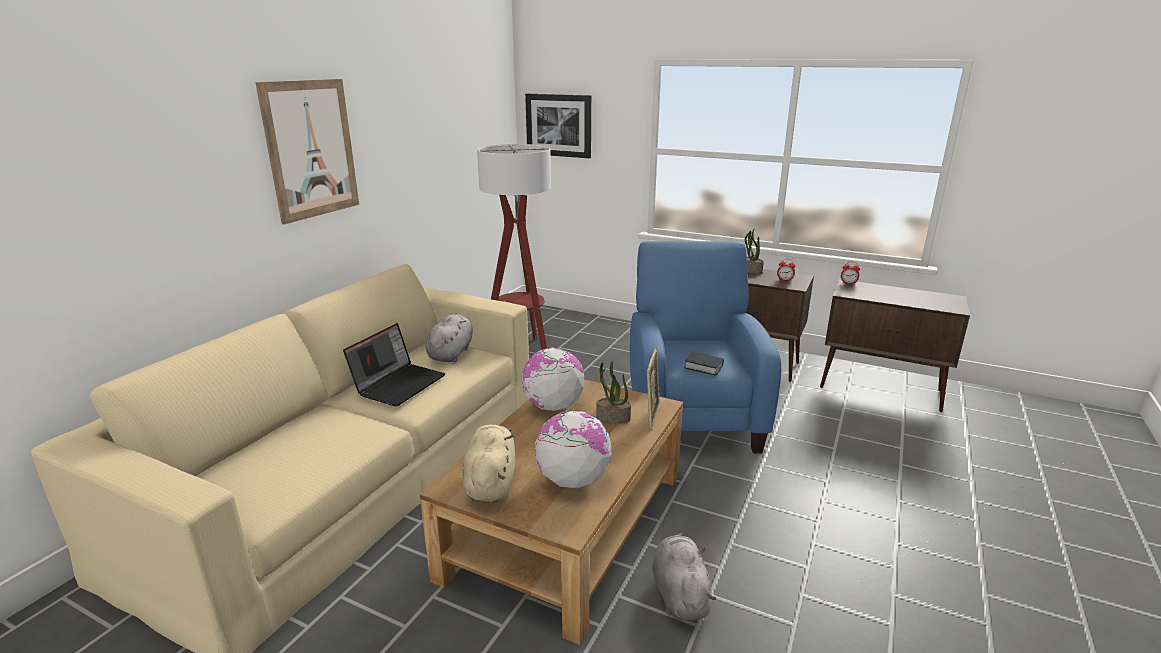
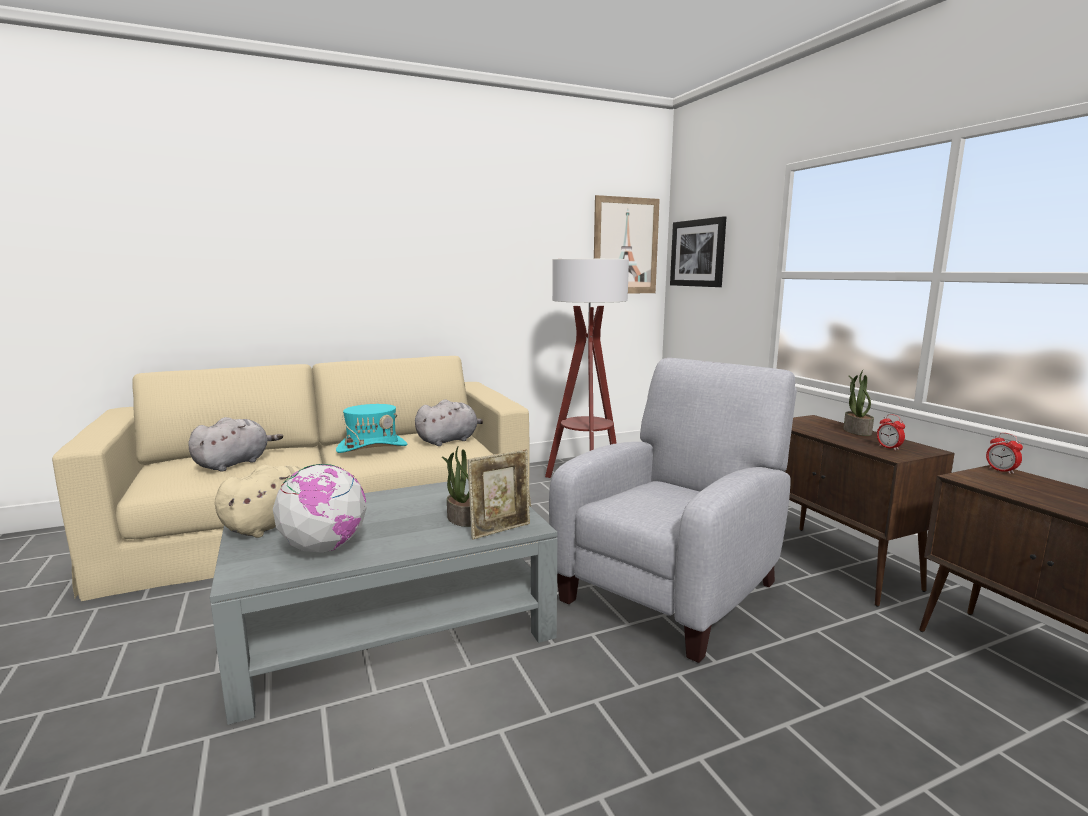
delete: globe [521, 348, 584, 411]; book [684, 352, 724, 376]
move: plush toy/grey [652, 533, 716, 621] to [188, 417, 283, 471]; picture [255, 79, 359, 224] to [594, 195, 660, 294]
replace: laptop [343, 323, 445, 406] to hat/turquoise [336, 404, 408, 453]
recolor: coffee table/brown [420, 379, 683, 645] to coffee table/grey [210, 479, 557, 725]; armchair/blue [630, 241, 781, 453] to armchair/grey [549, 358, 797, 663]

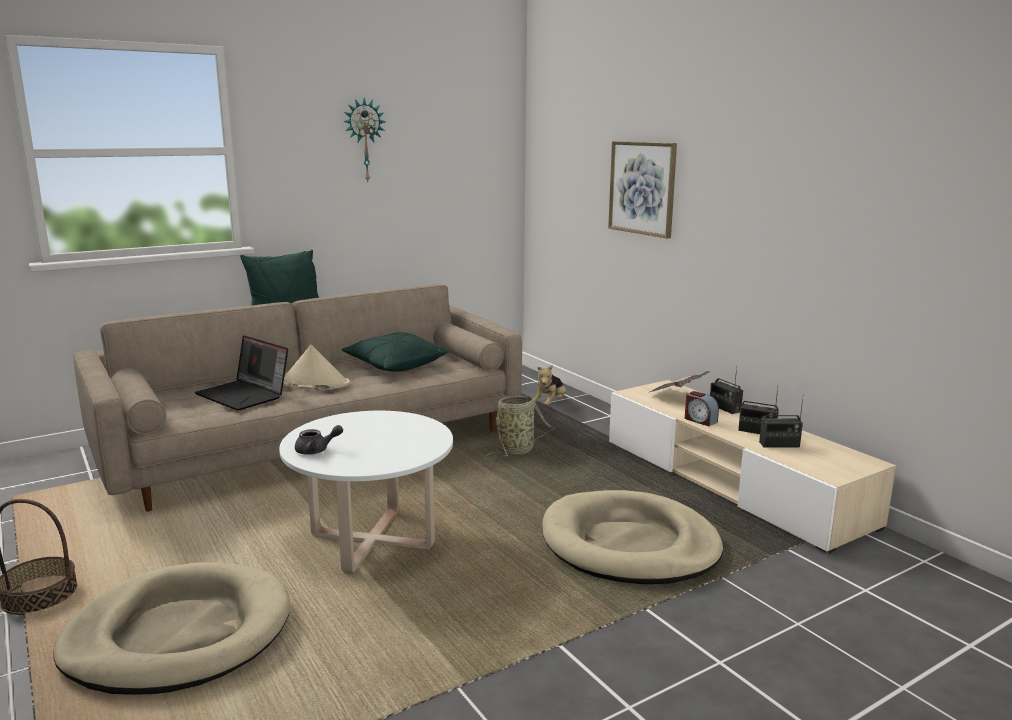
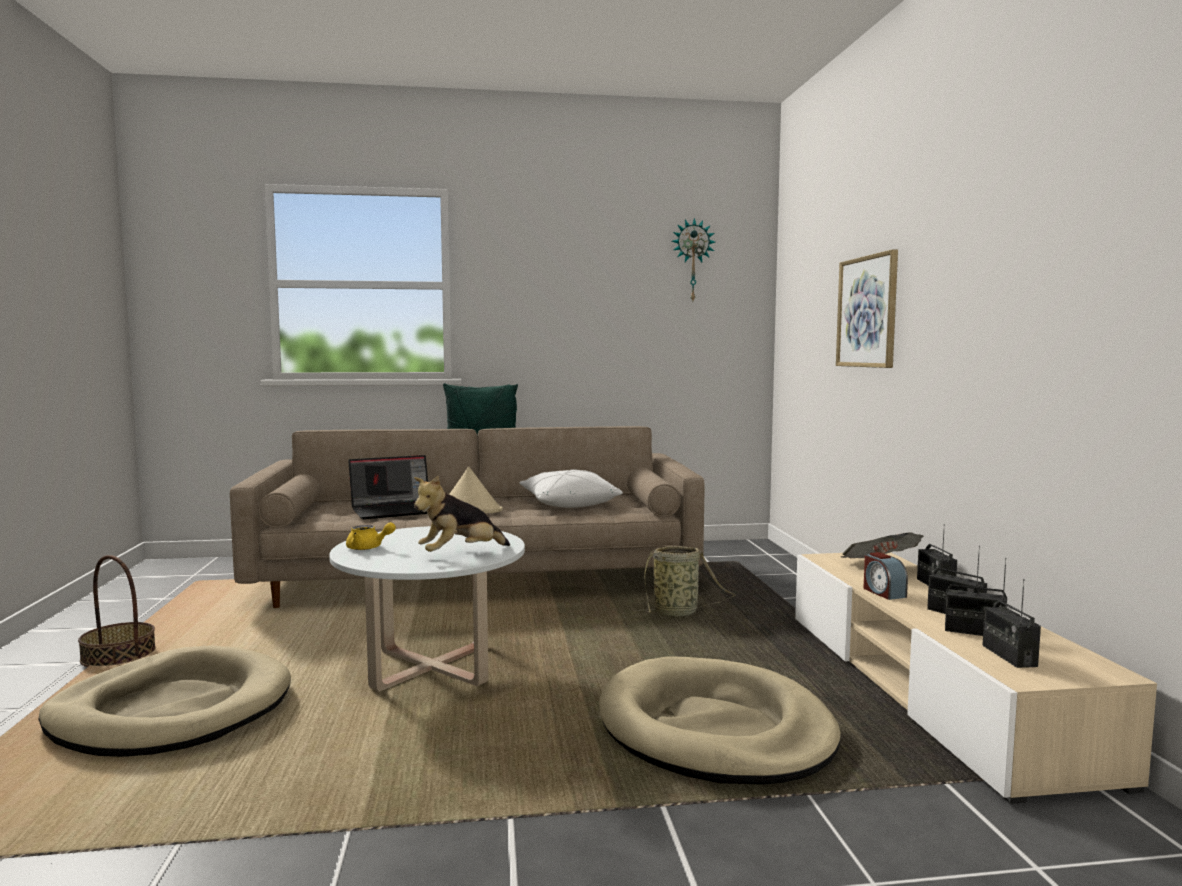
insert: radio [983, 579, 1041, 668]
move: plush toy [534, 365, 566, 406] to [414, 476, 510, 552]; wall clock [343, 98, 386, 183] to [672, 218, 715, 301]
recolor: teapot/grey [295, 425, 343, 455] to teapot/yellow [346, 522, 396, 550]; pillow/green [342, 332, 448, 372] to pillow/white [520, 470, 623, 508]
rotate: laptop [195, 335, 288, 411] = [348, 455, 428, 520] 90 degrees counterclockwise

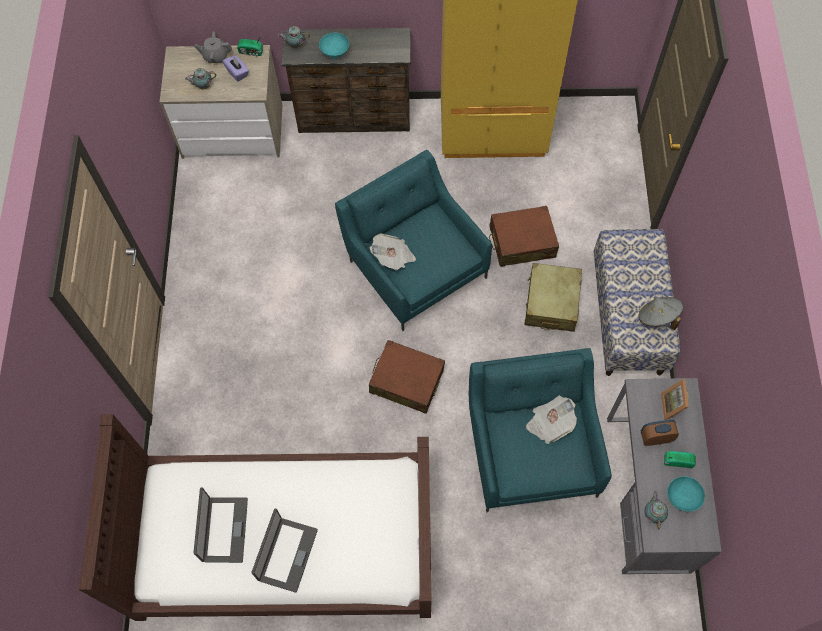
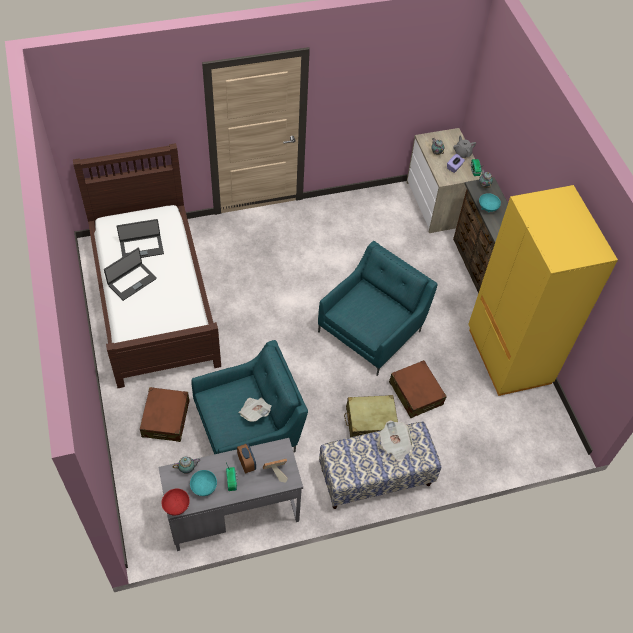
delete: hat/grey [638, 297, 683, 330]
insert: bowl/red [162, 488, 190, 516]
move: suitcase/brown [369, 340, 445, 414] to [140, 387, 190, 442]; newspaper [370, 233, 416, 270] to [380, 420, 413, 462]
rotate: laptop [252, 509, 318, 593] = [104, 248, 157, 301] 45 degrees counterclockwise

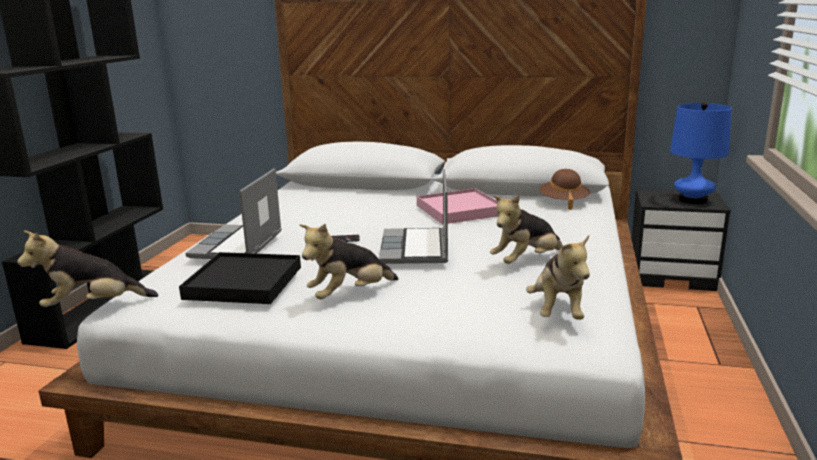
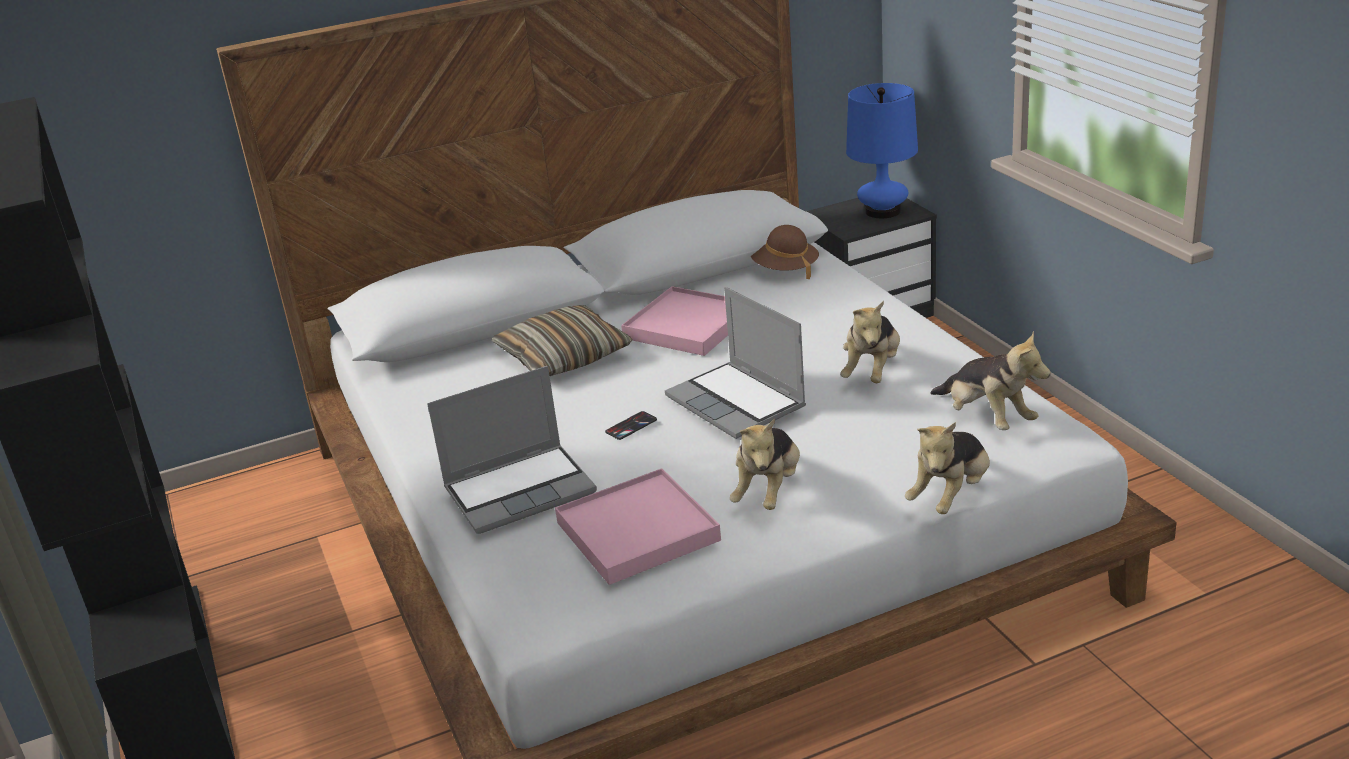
insert: pillow [491, 305, 632, 376]
move: plush toy [17, 230, 158, 307] to [905, 422, 990, 514]
recolor: tray/black [179, 252, 301, 304] to tray/pink [555, 468, 721, 585]
rotate: laptop [185, 168, 282, 259] = [427, 366, 597, 534] 90 degrees counterclockwise

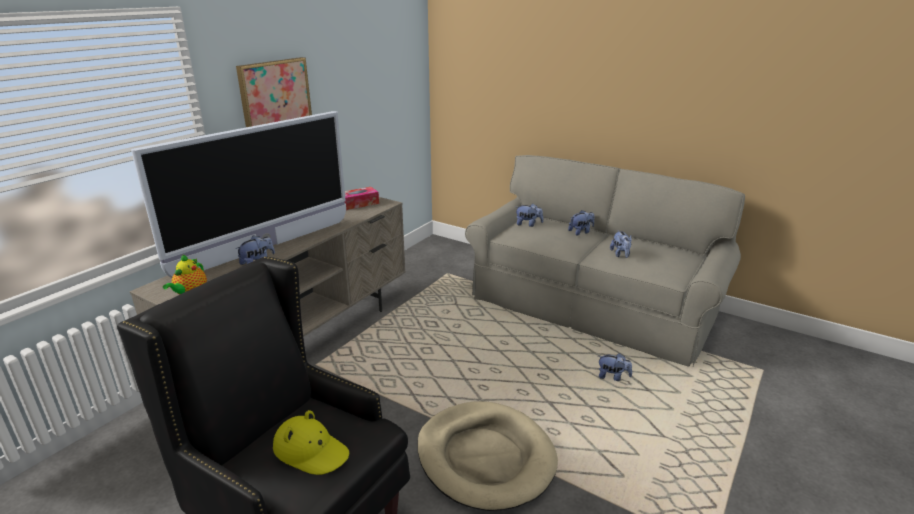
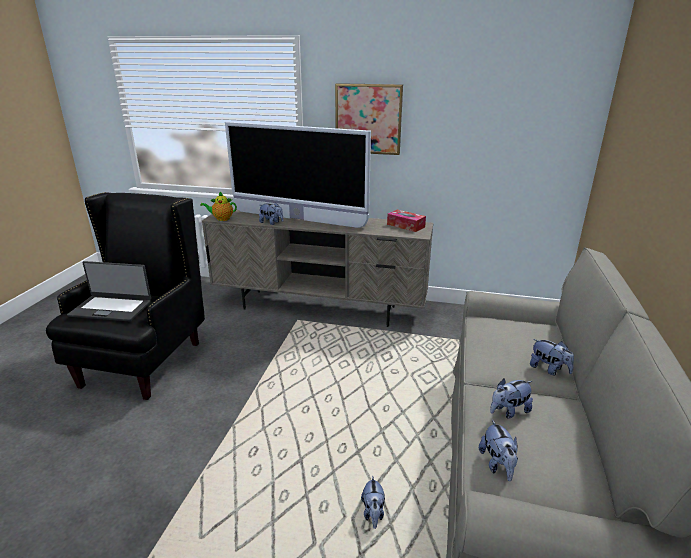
delete: dog bed/beige [417, 401, 558, 511]
move: plush toy [516, 204, 543, 227] to [479, 420, 518, 481]
replace: hat/yellow [273, 410, 349, 475] to laptop [67, 261, 151, 321]

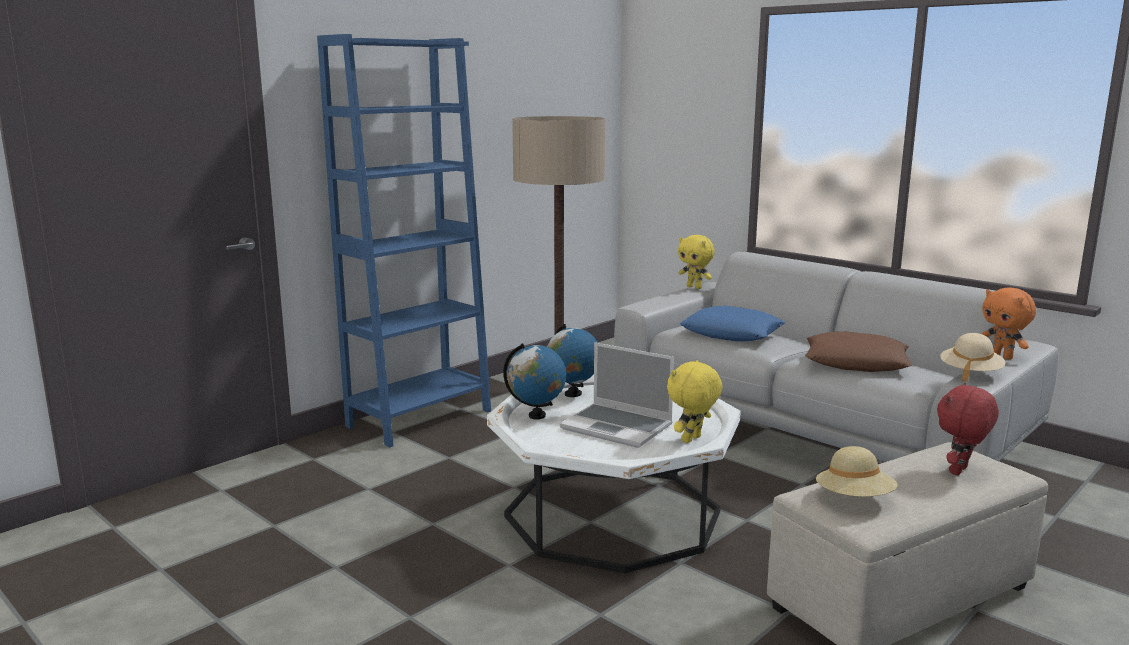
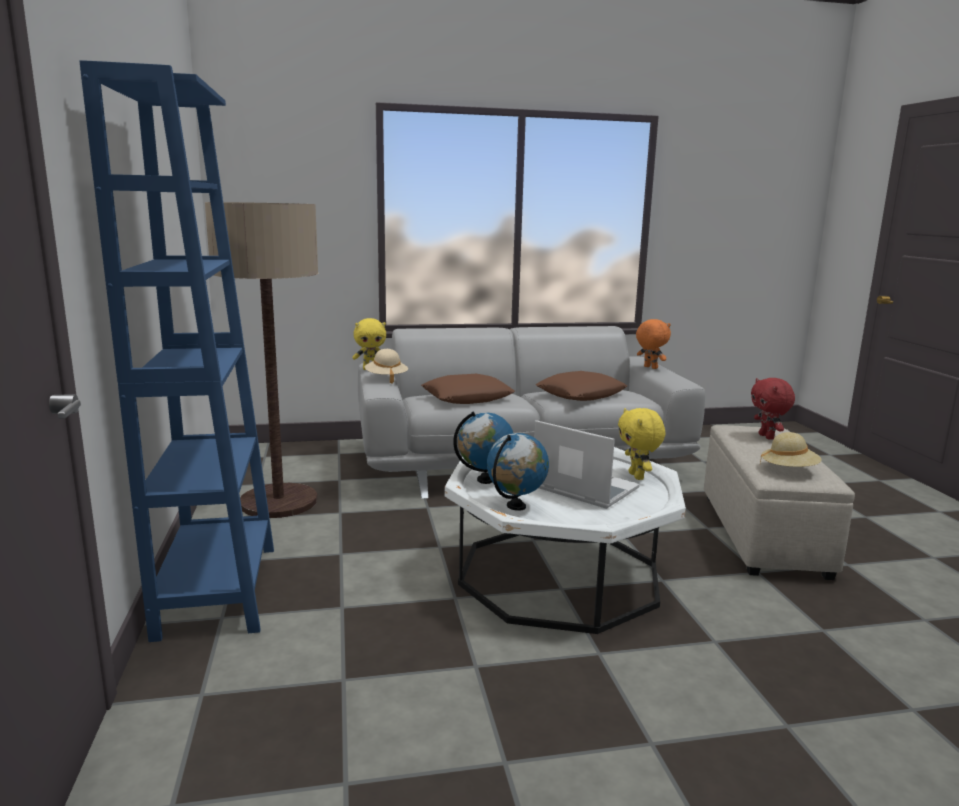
move: hat/beige [940, 333, 1005, 382] to [365, 349, 408, 384]
recolor: pillow/blue [680, 306, 785, 341] to pillow/brown [421, 374, 515, 404]
rotate: laptop [560, 342, 674, 448] = [535, 420, 640, 509] 120 degrees counterclockwise; plush toy/orange [982, 287, 1036, 360] = [636, 319, 671, 369] 135 degrees counterclockwise

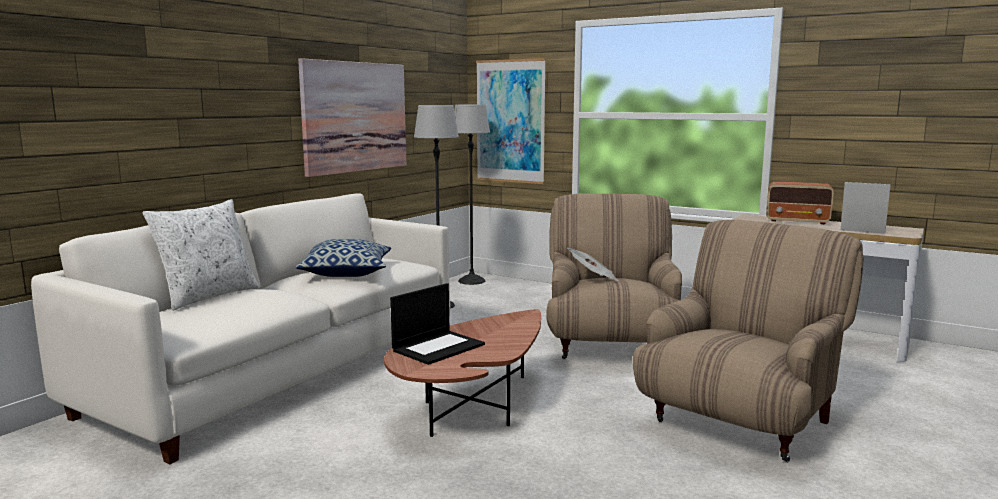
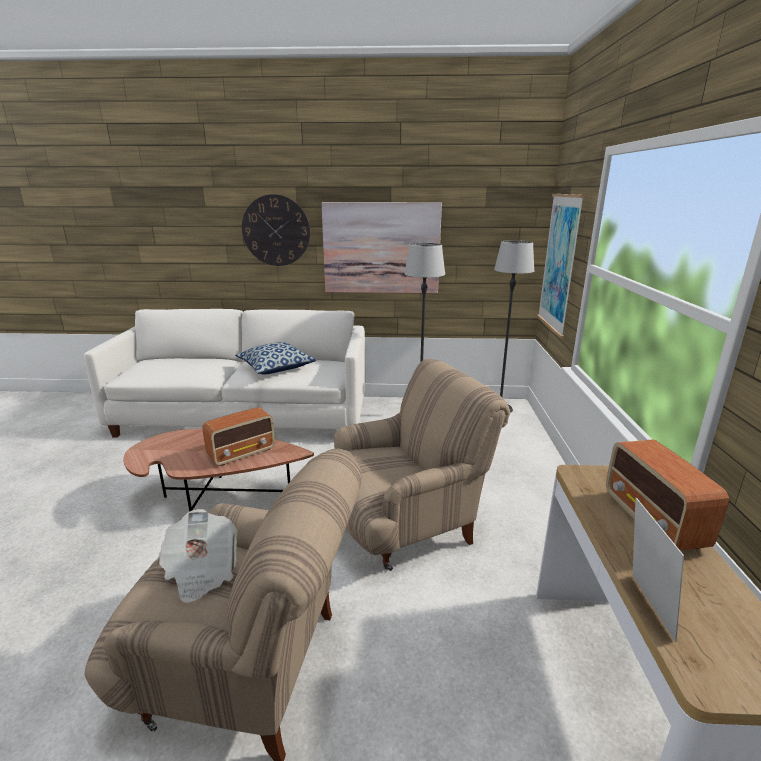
delete: pillow/white [143, 199, 260, 311]; laptop [390, 283, 485, 365]
insert: radio [202, 407, 275, 466]; wall clock [242, 194, 310, 266]
move: newspaper [567, 248, 619, 281] to [158, 509, 237, 603]

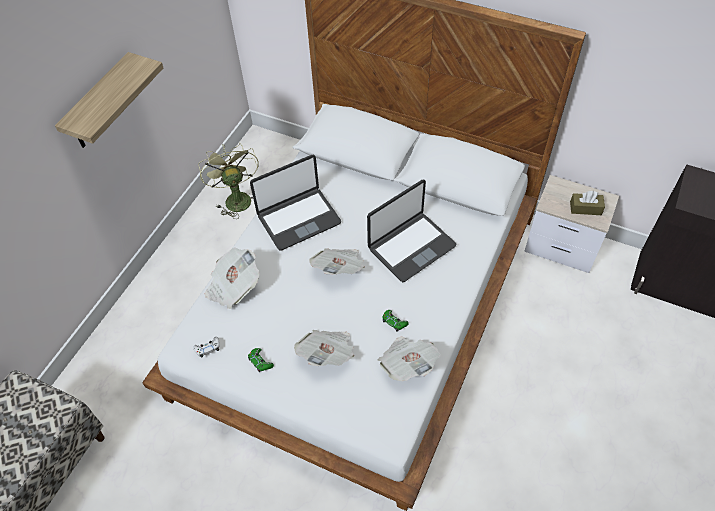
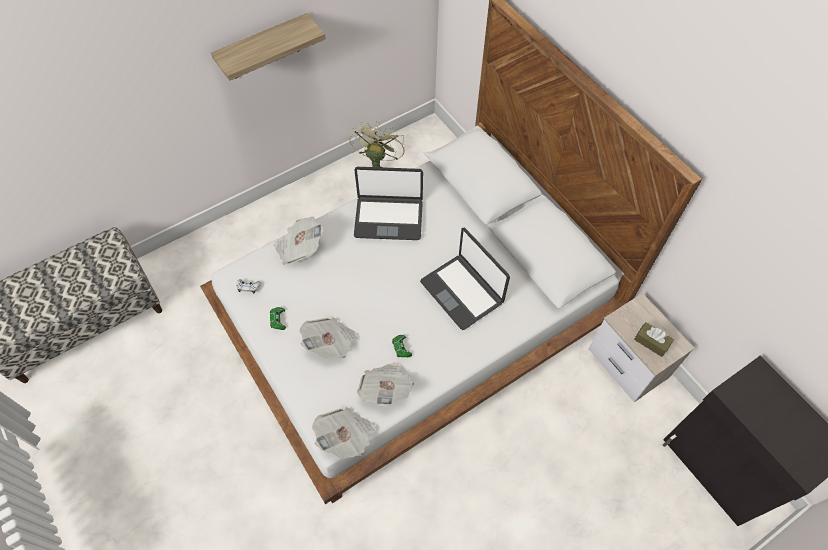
move: newspaper [309, 248, 365, 275] to [312, 407, 376, 459]
rotate: laptop [367, 179, 457, 282] = [420, 228, 510, 330] 60 degrees clockwise

